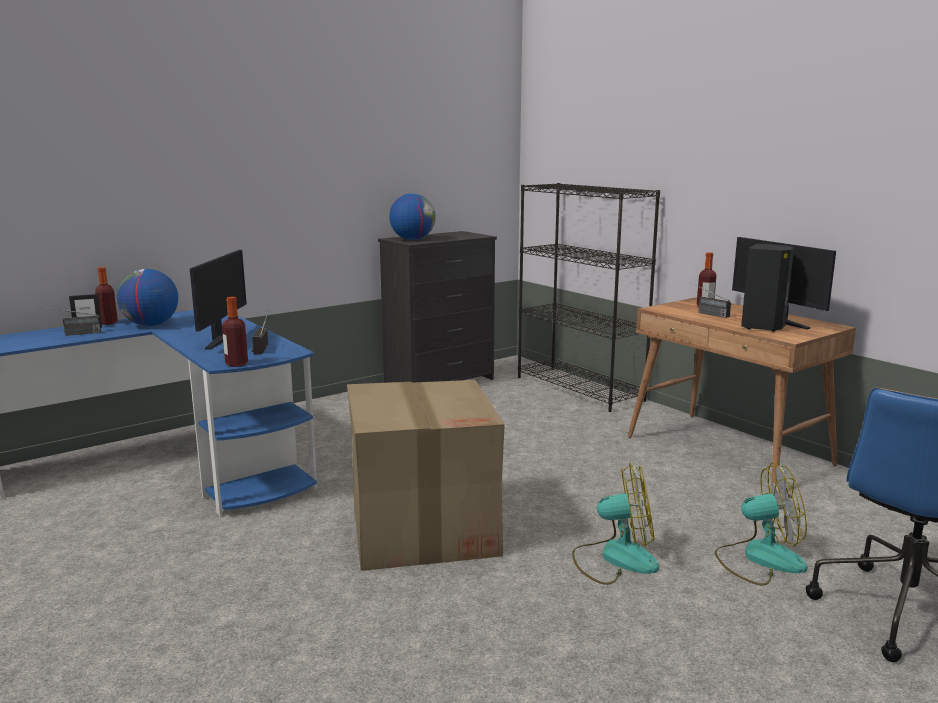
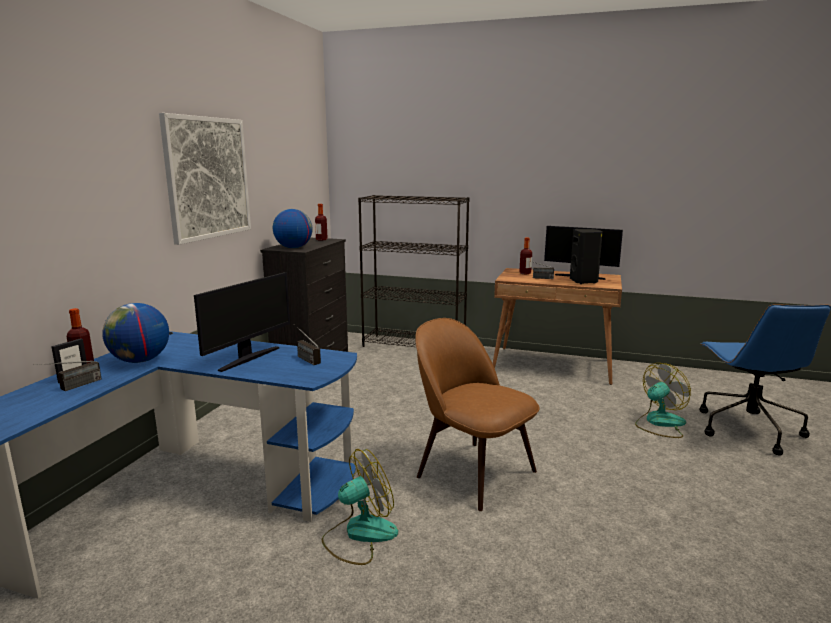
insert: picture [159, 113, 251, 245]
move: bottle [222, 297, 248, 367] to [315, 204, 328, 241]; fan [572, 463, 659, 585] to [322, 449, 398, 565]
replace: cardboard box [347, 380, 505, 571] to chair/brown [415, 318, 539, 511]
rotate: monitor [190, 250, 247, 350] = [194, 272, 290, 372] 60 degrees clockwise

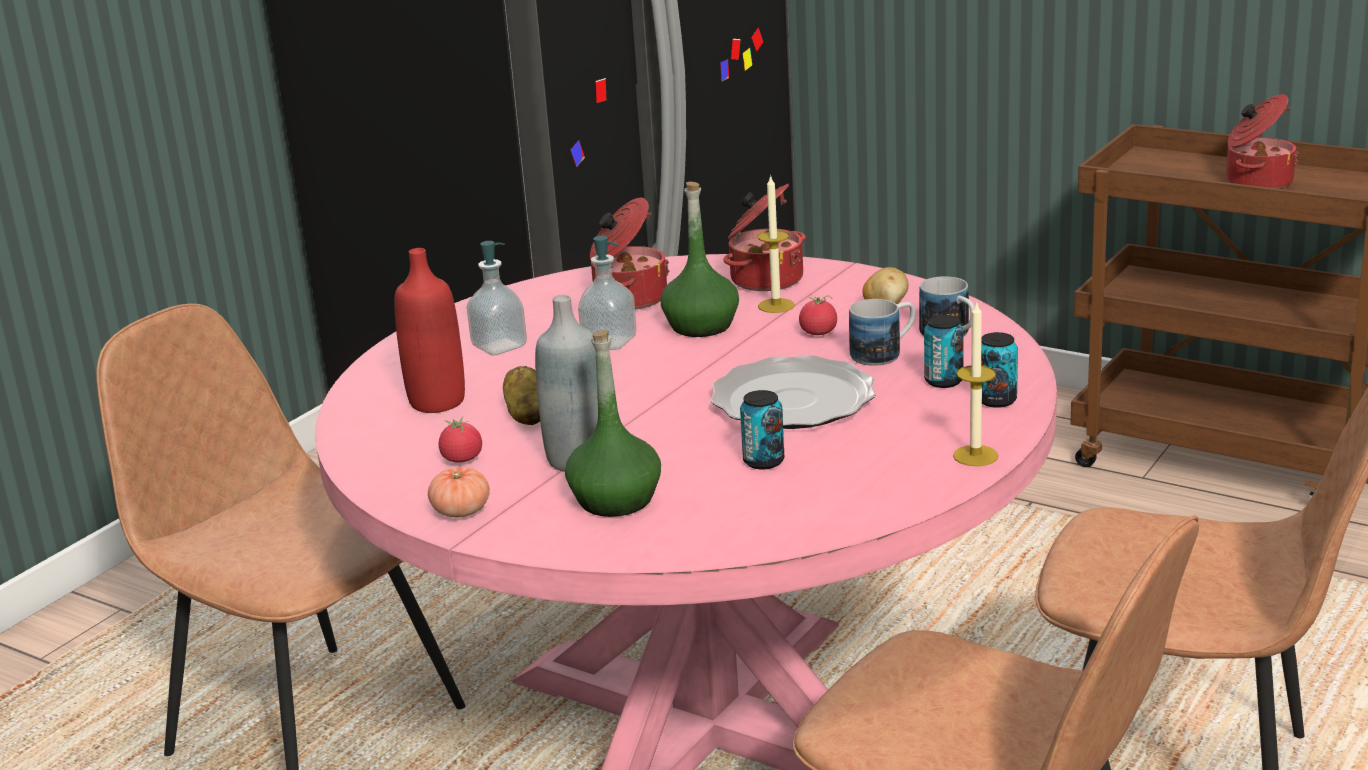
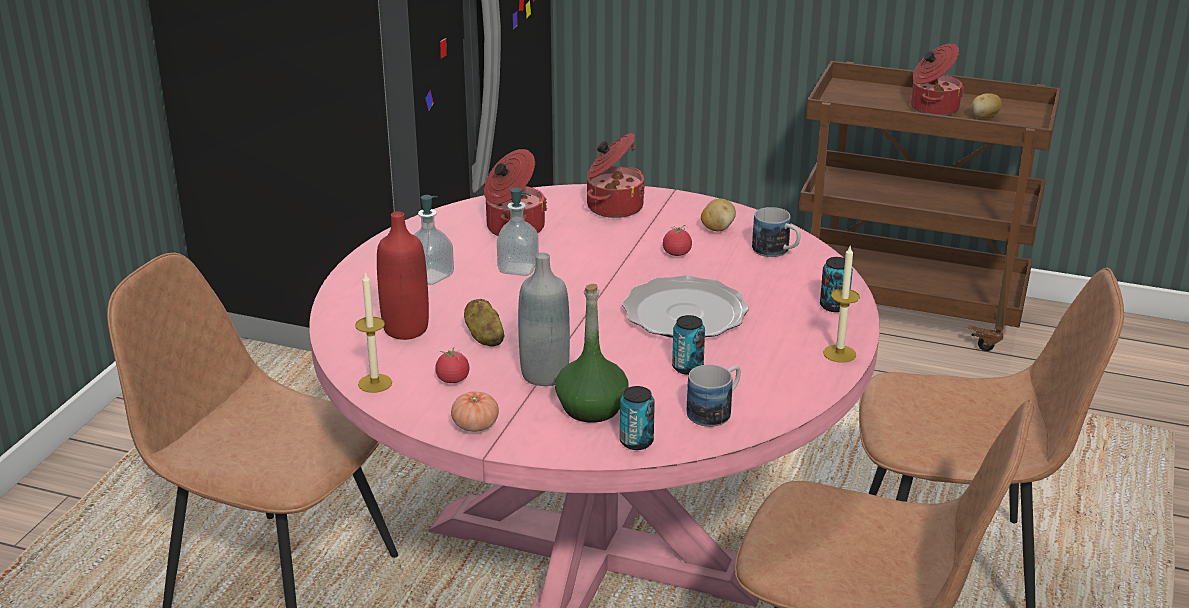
delete: bottle/green [661, 182, 739, 337]
insert: potato [971, 93, 1002, 118]
move: candle [757, 174, 795, 313] to [355, 272, 392, 393]; can [924, 315, 964, 388] to [620, 386, 655, 450]; mug [849, 299, 915, 366] to [687, 365, 741, 427]

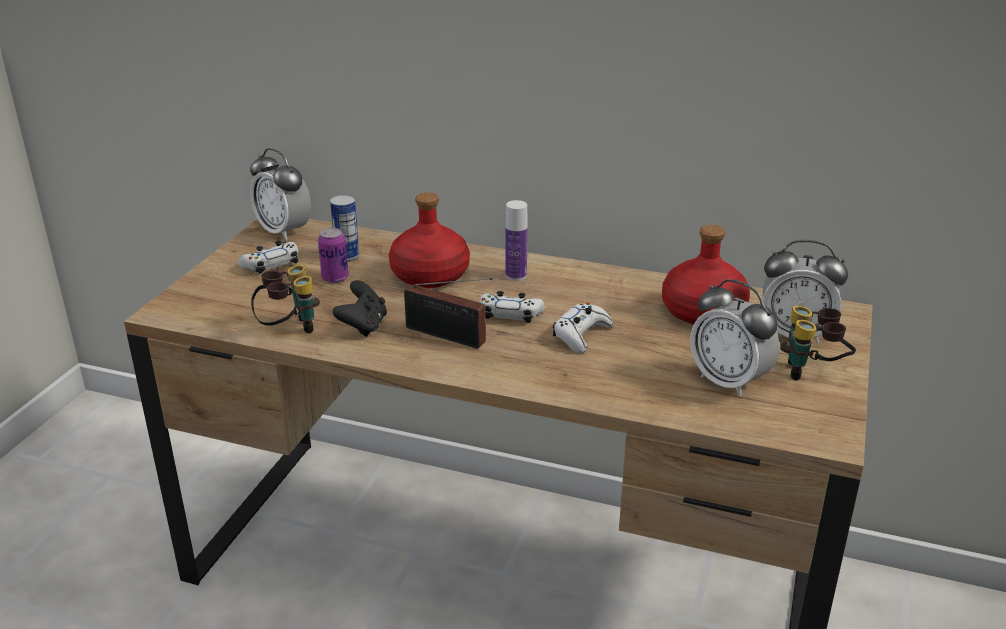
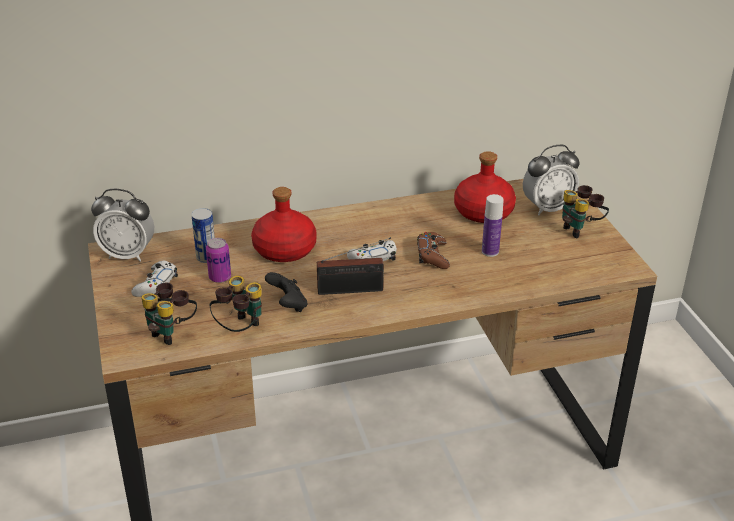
delete: alarm clock [690, 279, 779, 397]
insert: binoculars [141, 283, 197, 345]
move: bottle [505, 200, 528, 281] to [482, 194, 504, 257]
recolor: game controller/white [553, 303, 613, 353] to game controller/brown [417, 232, 450, 269]

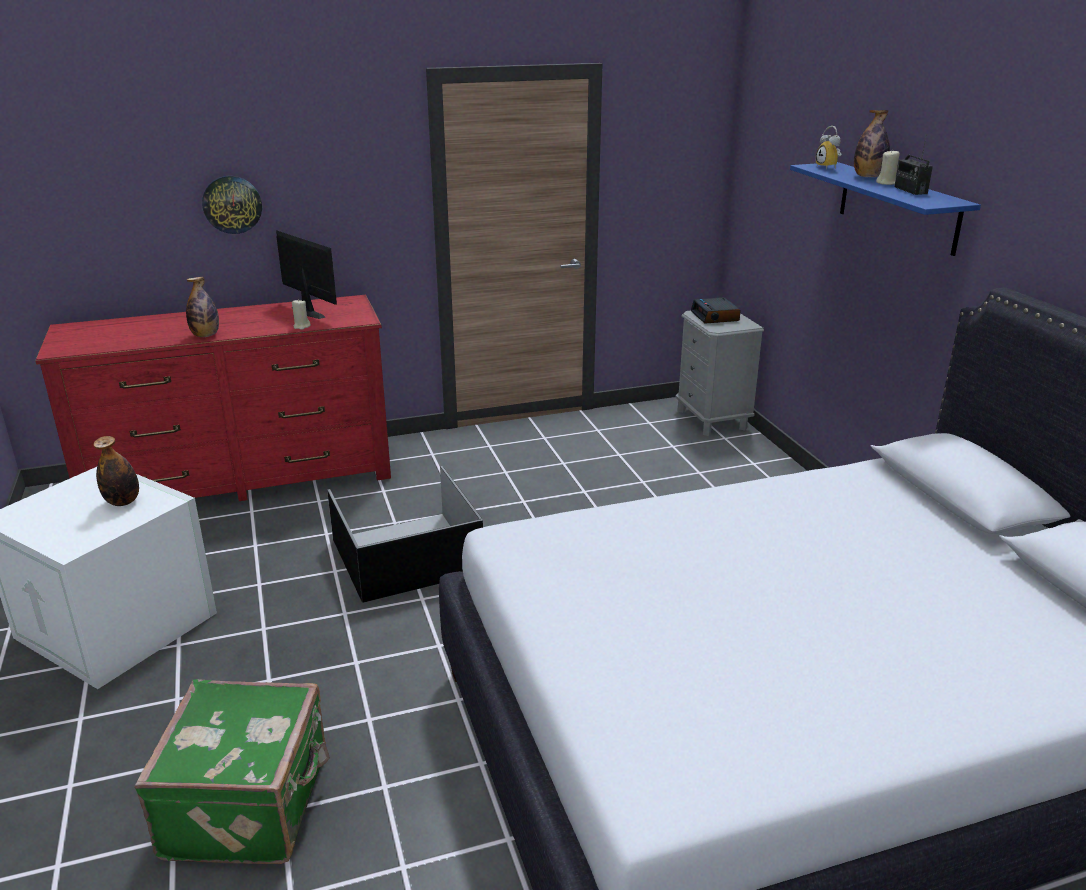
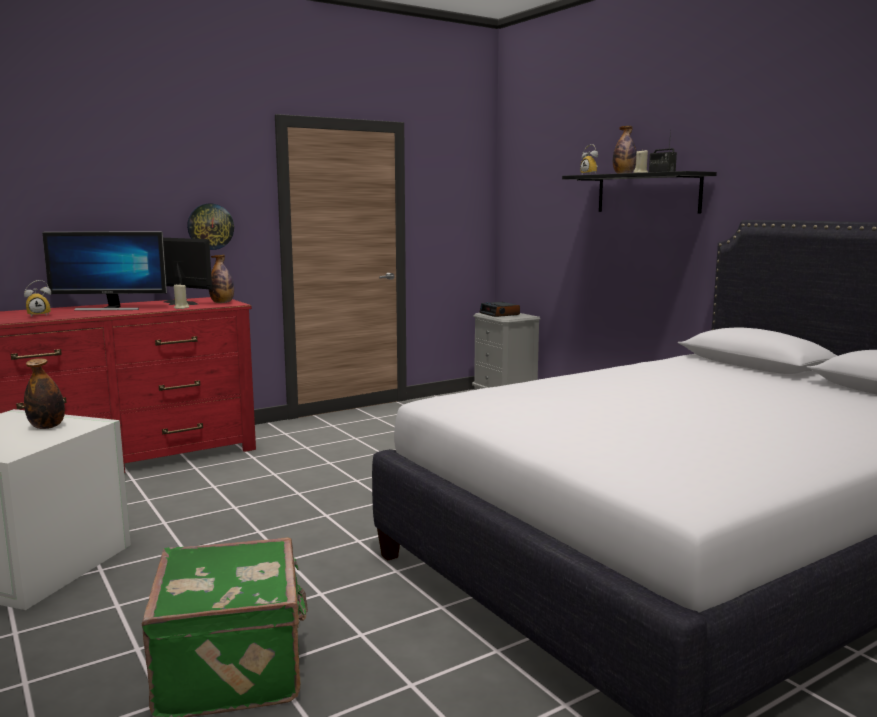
delete: storage box/black [327, 466, 483, 603]
insert: alarm clock [24, 280, 51, 317]; monitor [42, 231, 167, 311]
move: wall clock [202, 176, 262, 234] to [187, 204, 234, 250]; bottle [186, 277, 219, 337] to [209, 254, 234, 303]
recolor: shelf/blue [790, 162, 981, 256] to shelf/black [562, 171, 717, 213]

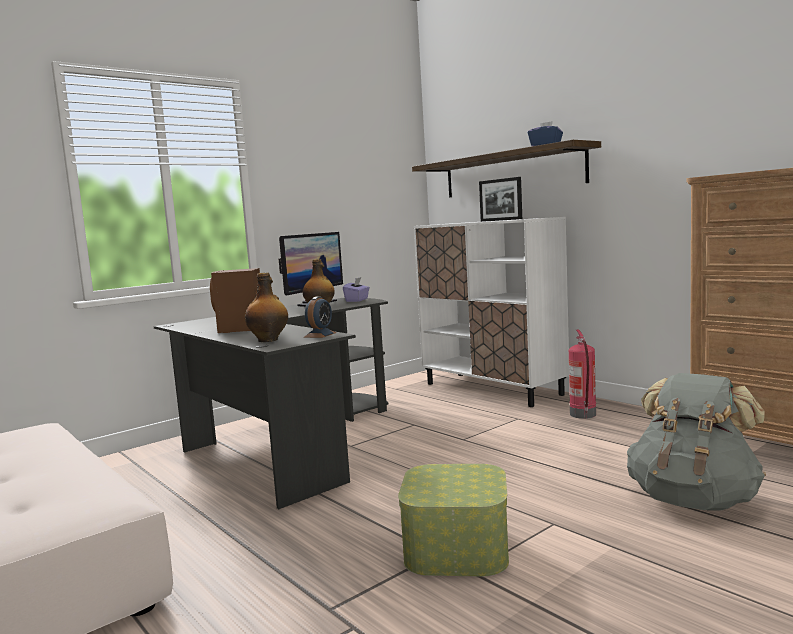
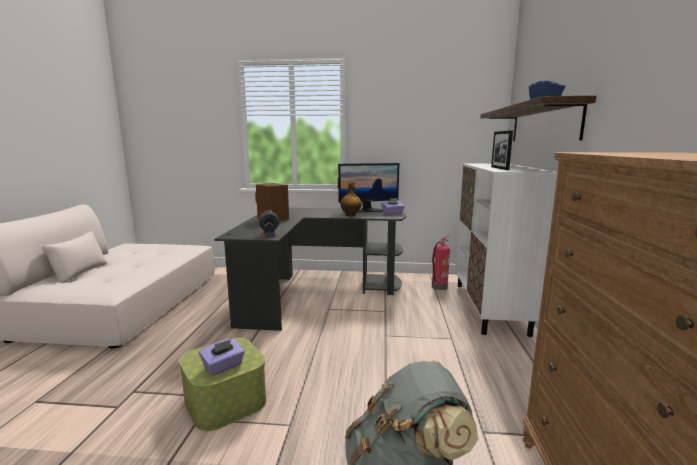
delete: bottle [245, 273, 288, 342]
insert: tissue box/purple [199, 338, 245, 376]
move: fire extinguisher [569, 330, 596, 419] to [432, 235, 450, 290]

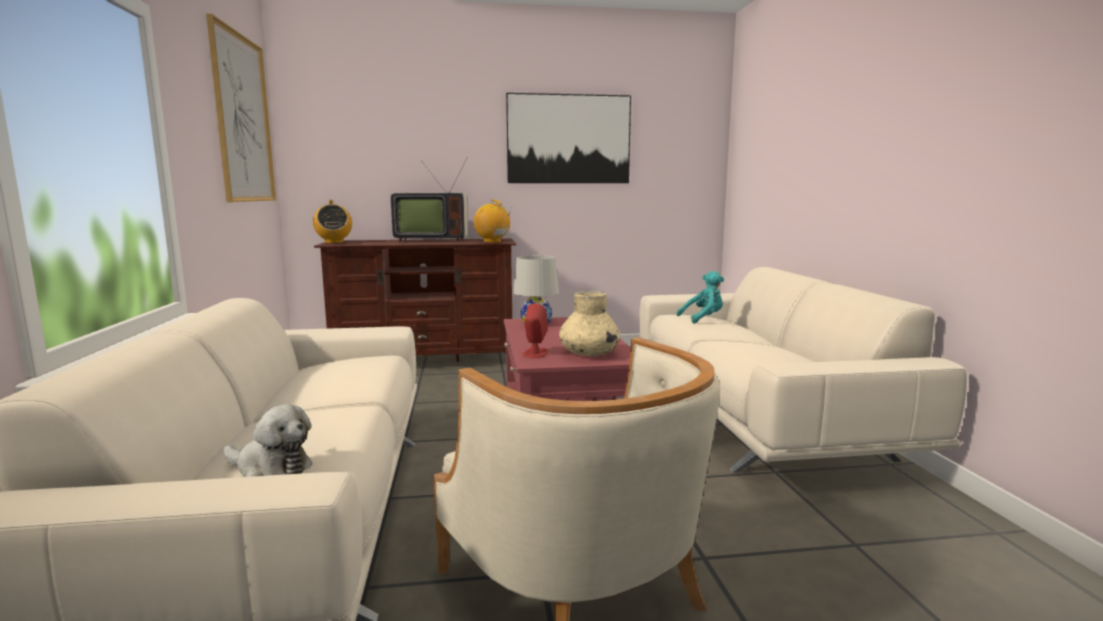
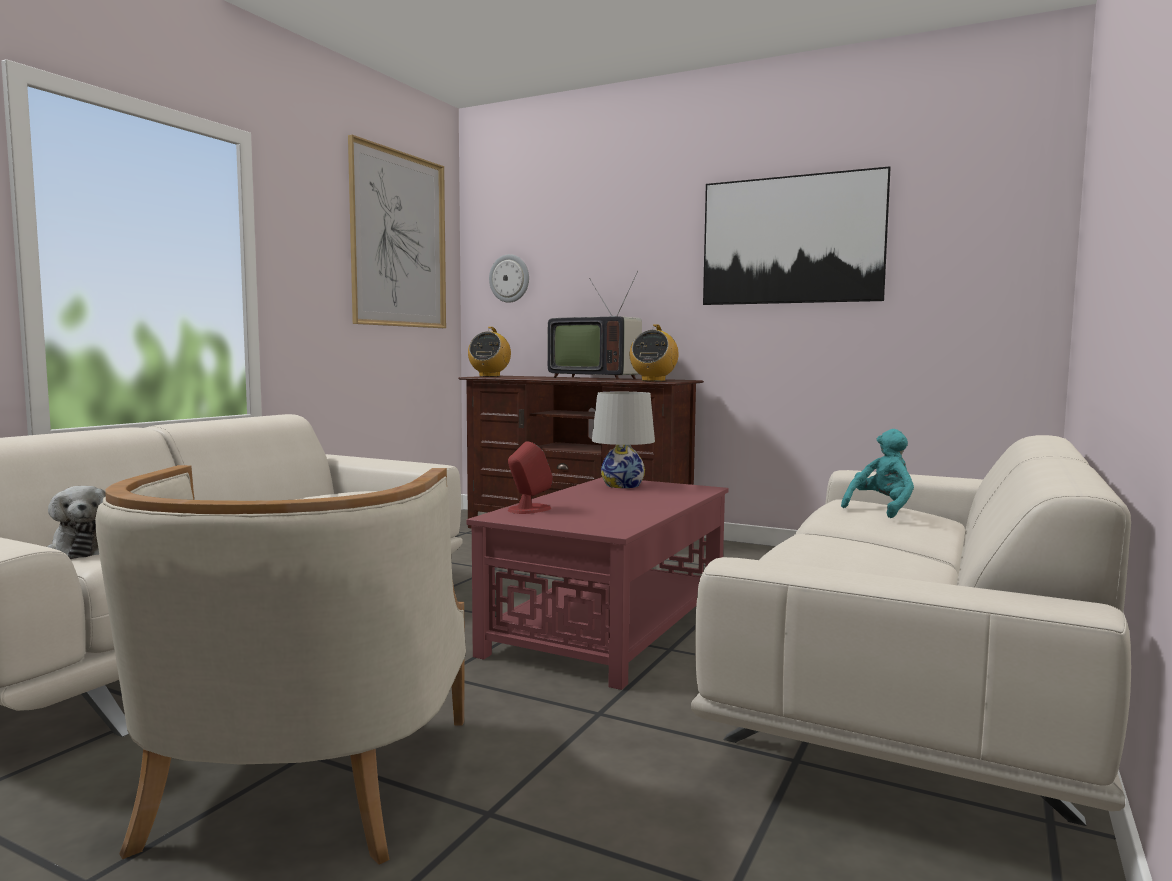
delete: vase/beige [559, 291, 620, 356]
insert: wall clock [489, 254, 529, 303]
rotate: radio [474, 200, 512, 243] = [630, 324, 679, 381] 150 degrees counterclockwise; plush toy/turquoise [677, 271, 724, 324] = [841, 429, 914, 518] 60 degrees counterclockwise

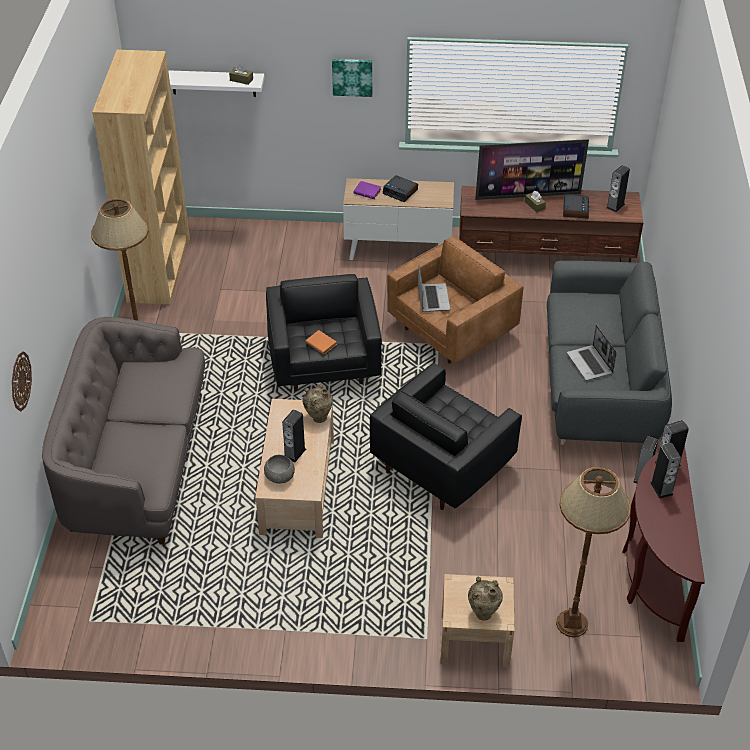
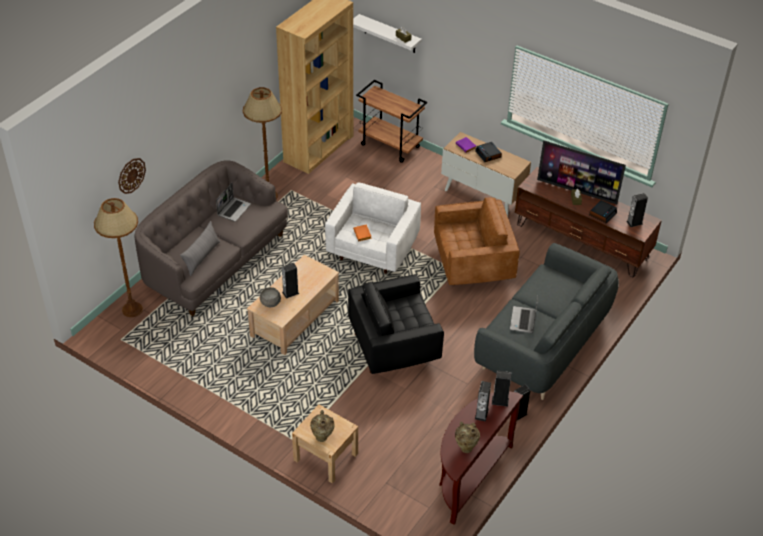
delete: picture [332, 59, 372, 97]
insert: pillow/grey [180, 221, 220, 276]; cart/brown [356, 80, 427, 163]
move: floor lamp/brown [556, 467, 631, 637] to [94, 198, 143, 317]; laptop [418, 266, 450, 312] to [216, 183, 251, 222]; vase/beige [302, 384, 333, 423] to [455, 422, 480, 453]
recolor: armchair/black [266, 274, 382, 391] to armchair/white [325, 182, 421, 274]

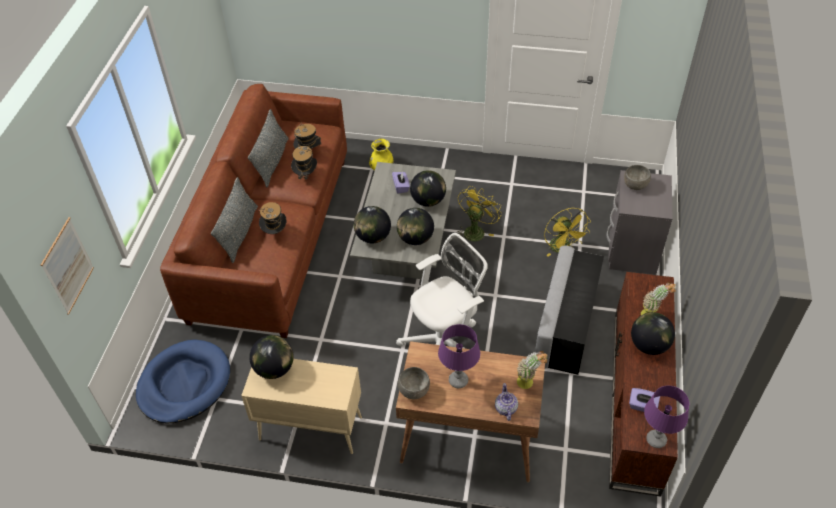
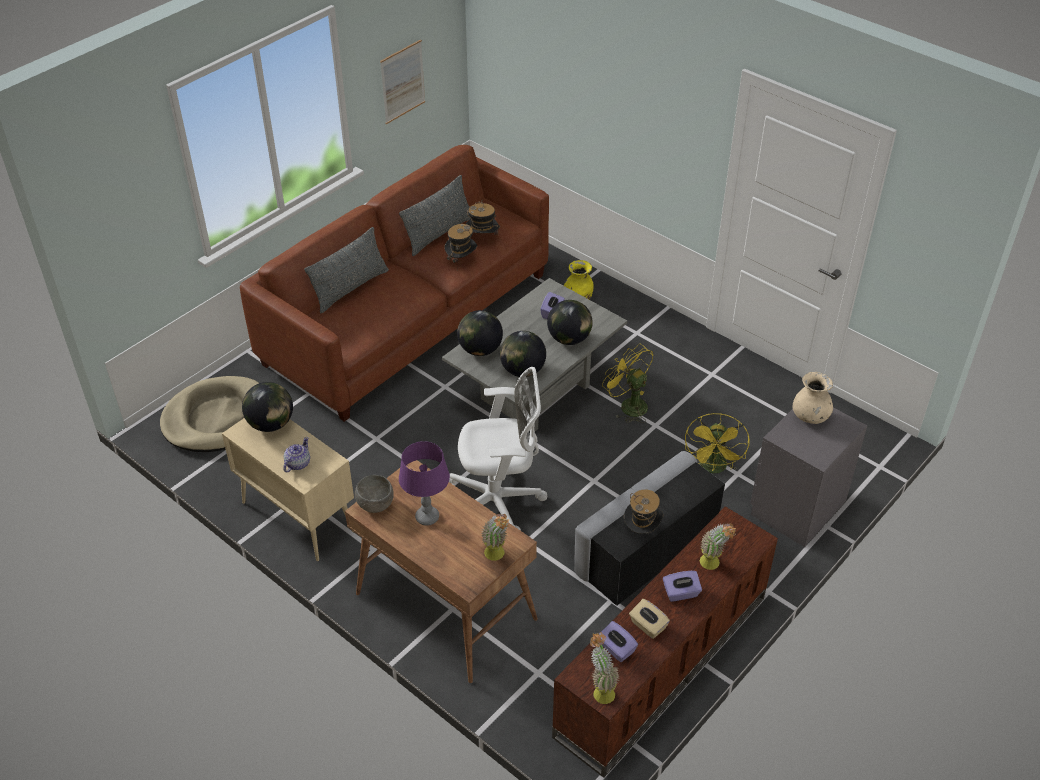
insert: tissue box/beige [629, 599, 670, 639]
move: teapot [495, 383, 518, 421] to [283, 437, 310, 472]; picture [41, 217, 94, 315] to [380, 40, 425, 124]; hat [259, 202, 286, 234] to [624, 489, 663, 534]
replace: table lamp/purple [644, 386, 689, 448] to potted plant [590, 632, 620, 704]; globe [631, 312, 675, 355] to tissue box/purple [663, 571, 702, 602]; bowl/grey [624, 165, 651, 190] to vase/beige [792, 372, 833, 424]
recolor: dog bed/blue [136, 339, 230, 423] to dog bed/beige [160, 376, 259, 452]
rotate: fan/yellow [457, 186, 502, 241] = [602, 344, 654, 423] 105 degrees counterclockwise

